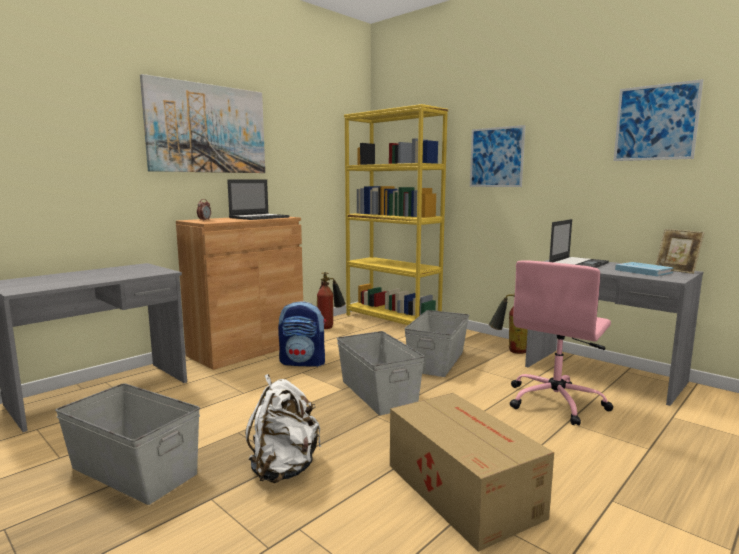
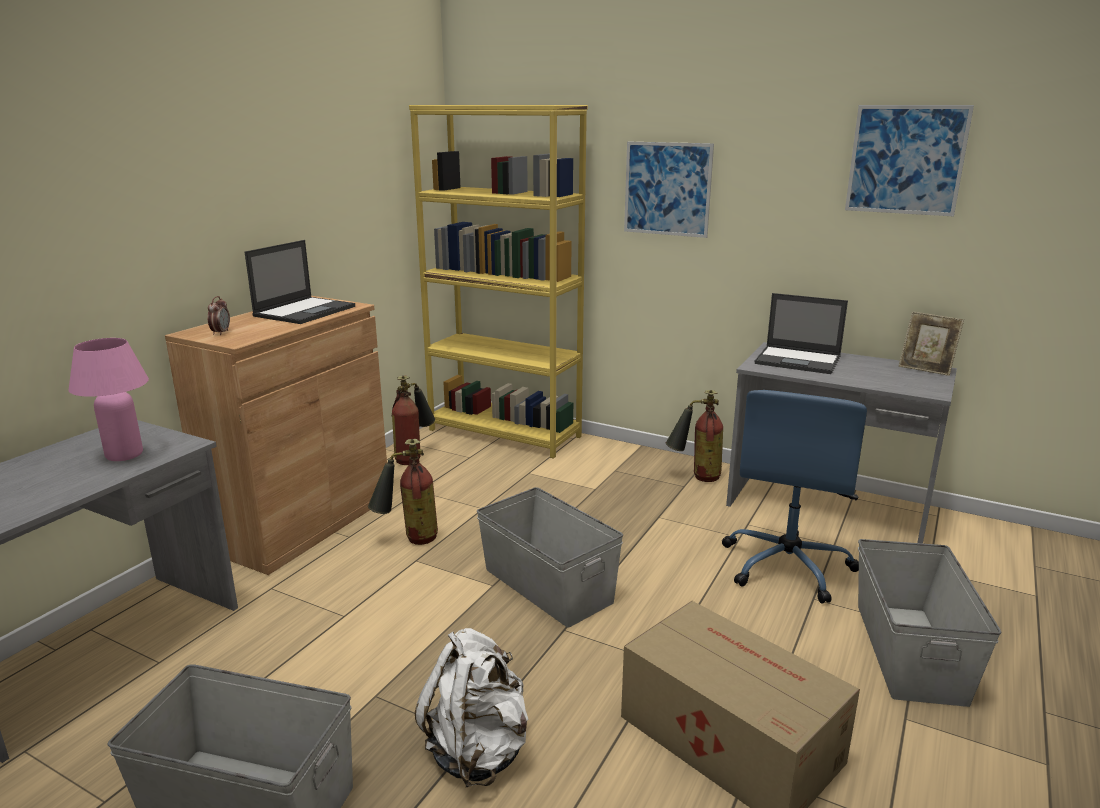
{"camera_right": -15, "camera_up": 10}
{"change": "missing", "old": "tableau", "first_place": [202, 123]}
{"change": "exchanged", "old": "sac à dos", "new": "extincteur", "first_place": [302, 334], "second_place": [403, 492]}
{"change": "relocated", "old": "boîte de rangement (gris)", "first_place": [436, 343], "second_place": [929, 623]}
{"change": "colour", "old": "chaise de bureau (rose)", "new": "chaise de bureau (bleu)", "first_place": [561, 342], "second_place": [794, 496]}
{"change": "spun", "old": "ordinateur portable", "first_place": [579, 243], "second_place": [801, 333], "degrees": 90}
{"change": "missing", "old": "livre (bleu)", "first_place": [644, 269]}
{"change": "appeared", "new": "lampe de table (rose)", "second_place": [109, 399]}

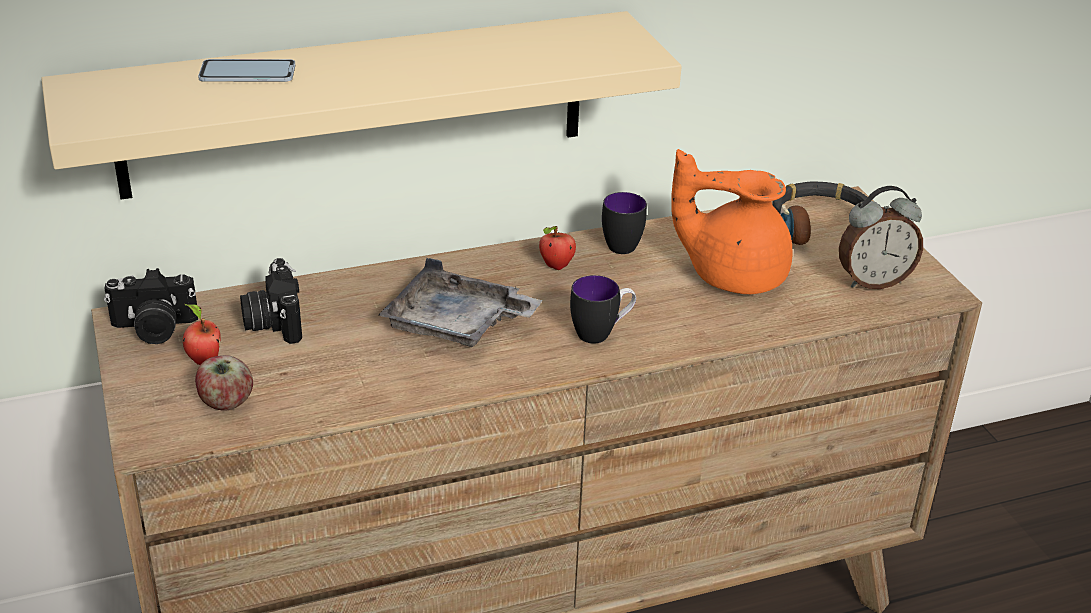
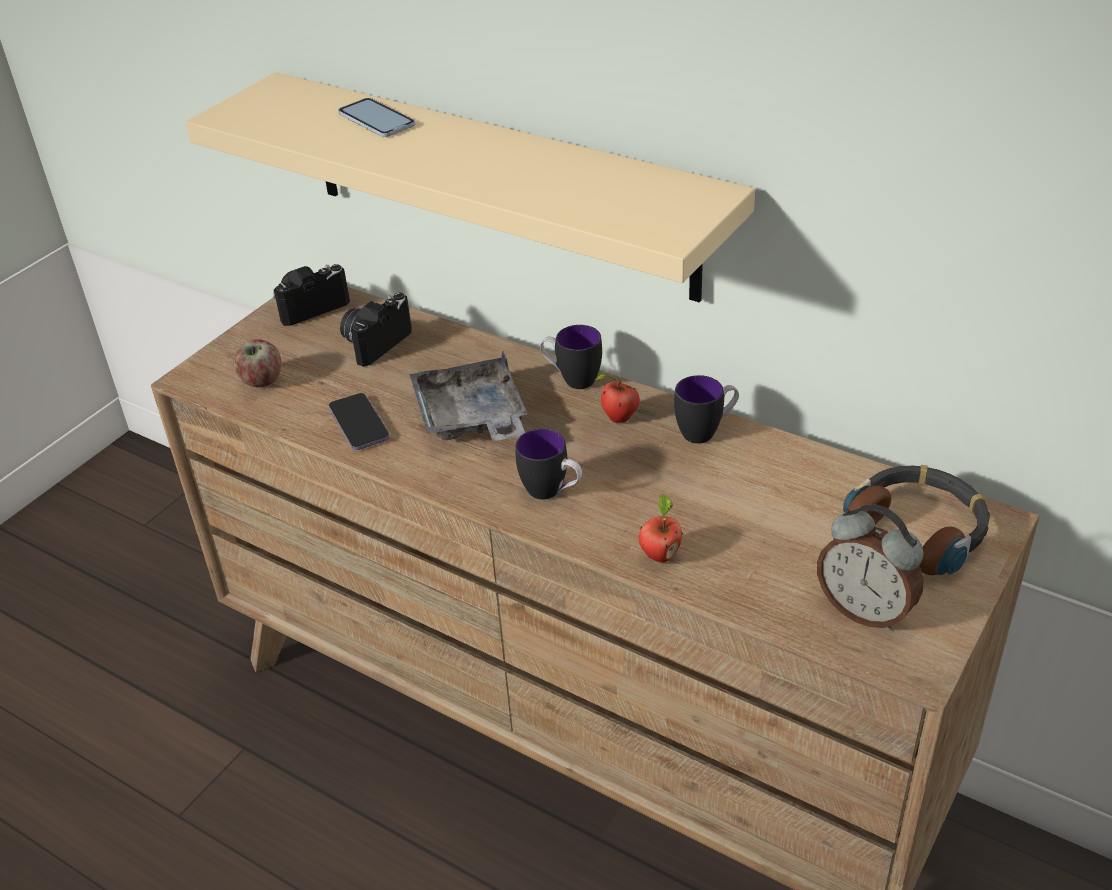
{"camera_right": 55, "camera_up": 5}
{"change": "spun", "old": "appareil photo", "first_place": [151, 306], "second_place": [311, 295], "degrees": 105}
{"change": "relocated", "old": "pomme", "first_place": [201, 334], "second_place": [661, 528]}
{"change": "missing", "old": "théière (orange)", "first_place": [731, 221]}
{"change": "appeared", "new": "téléphone", "second_place": [359, 421]}
{"change": "appeared", "new": "mug", "second_place": [571, 357]}

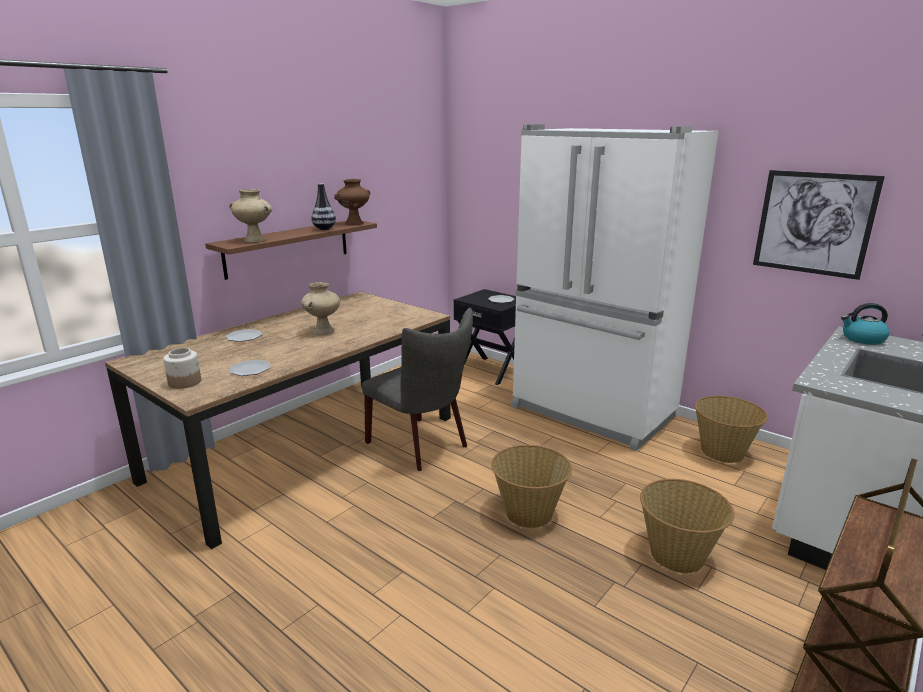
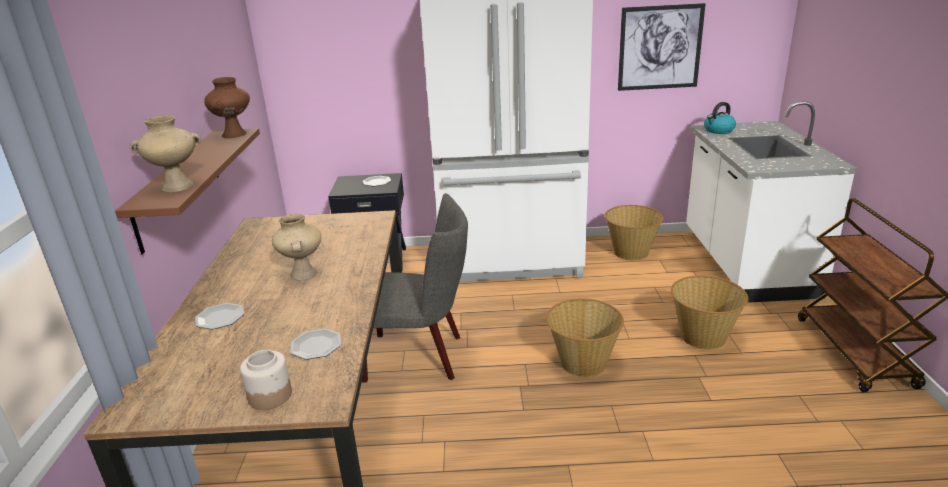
{"camera_right": -40, "camera_up": 5}
{"change": "missing", "old": "vase", "first_place": [323, 207]}

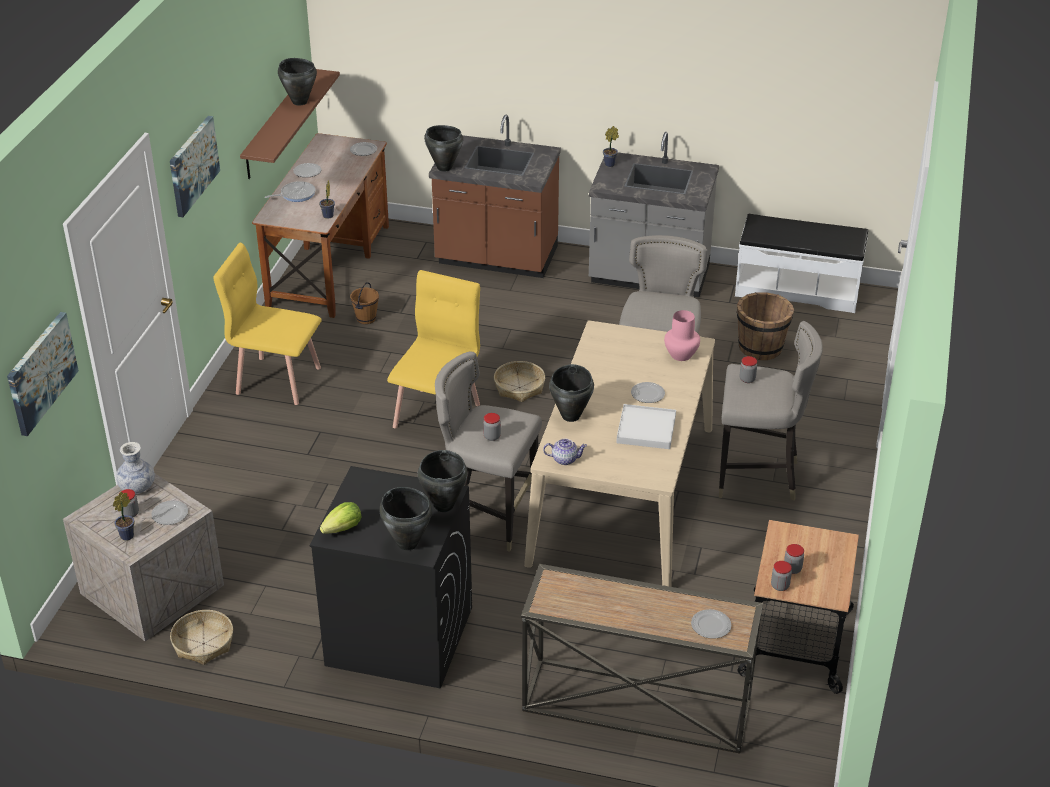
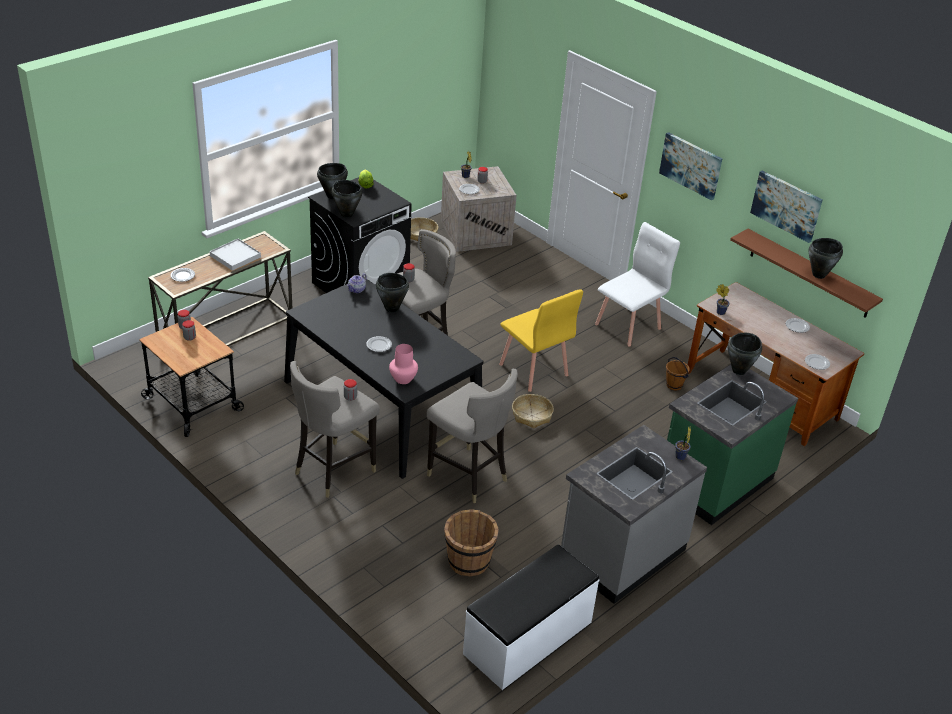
{"camera_right": 120, "camera_up": 0}
{"change": "relocated", "old": "tableau", "first_place": [43, 374], "second_place": [786, 206]}
{"change": "missing", "old": "vase", "first_place": [135, 468]}
{"change": "colour", "old": "chaise (jaune)", "new": "chaise (blanc)", "first_place": [267, 324], "second_place": [637, 284]}
{"change": "missing", "old": "poêle", "first_place": [290, 191]}
{"change": "colour", "old": "comptoir de cuisine (marron)", "new": "comptoir de cuisine (vert)", "first_place": [495, 196], "second_place": [732, 445]}
{"change": "colour", "old": "table à manger (beige)", "new": "table à manger (noir)", "first_place": [619, 453], "second_place": [383, 378]}
{"change": "relocated", "old": "plateau (blanc)", "first_place": [646, 426], "second_place": [235, 255]}

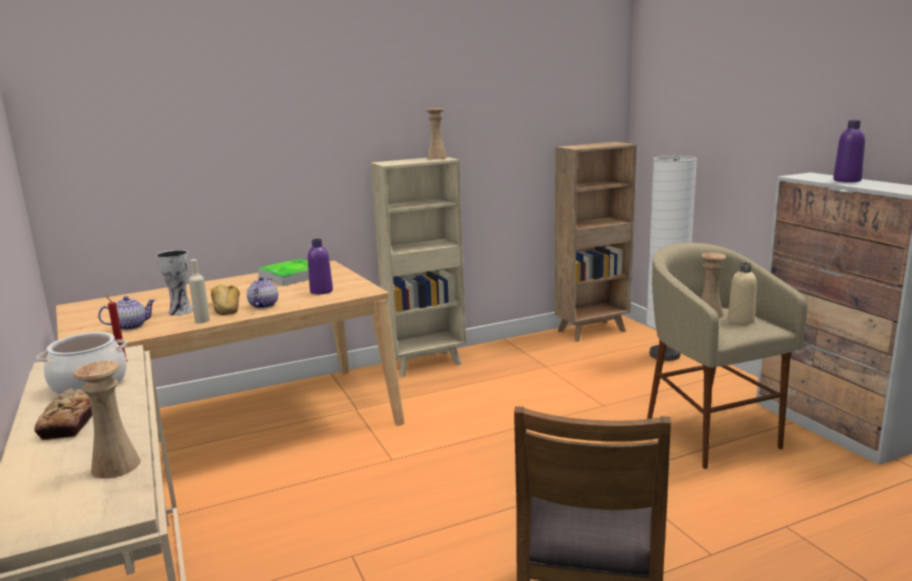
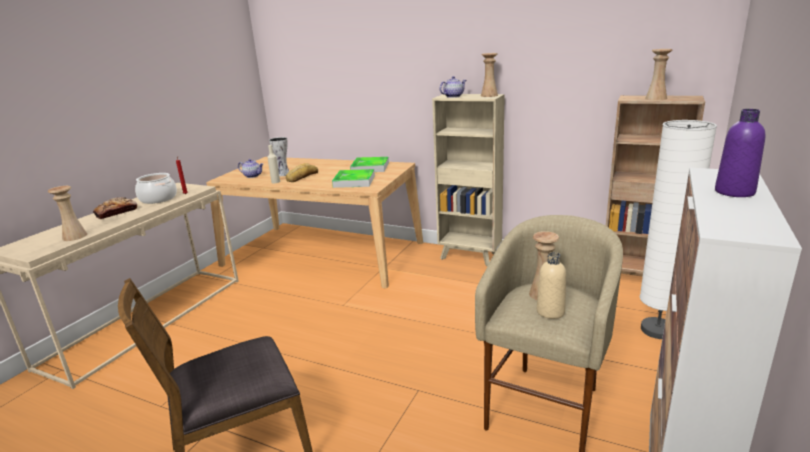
{"camera_right": 50, "camera_up": 5}
{"change": "relocated", "old": "théière", "first_place": [262, 293], "second_place": [453, 87]}
{"change": "exchanged", "old": "bouteille (violet)", "new": "plateau", "first_place": [320, 266], "second_place": [353, 178]}
{"change": "appeared", "new": "vase (beige)", "second_place": [659, 74]}

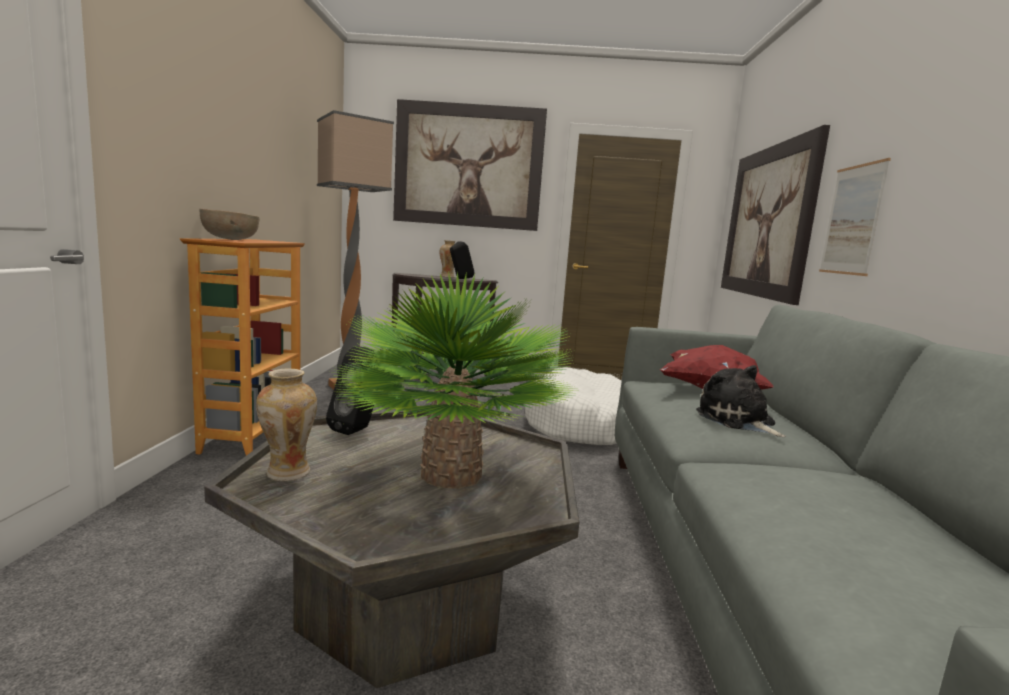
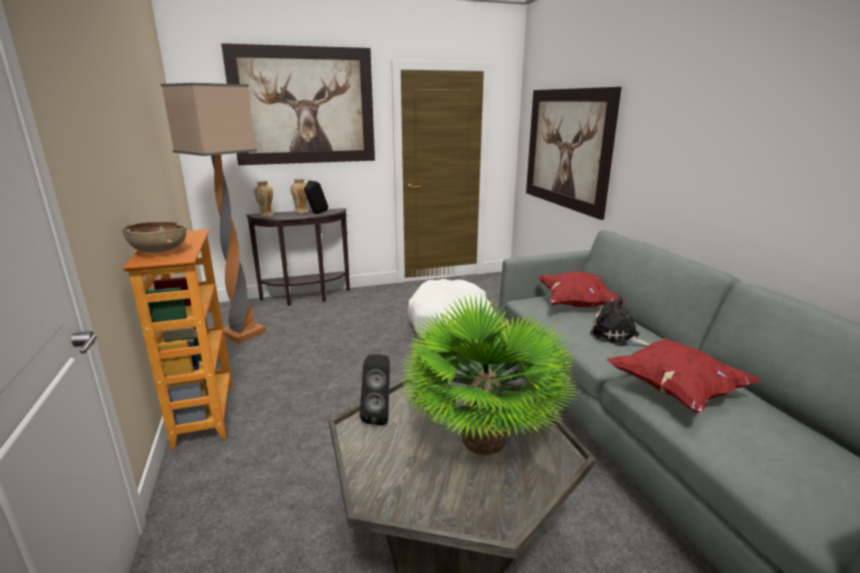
{"camera_right": -20, "camera_up": 10}
{"change": "relocated", "old": "vase", "first_place": [286, 424], "second_place": [263, 199]}
{"change": "missing", "old": "tableau", "first_place": [855, 217]}
{"change": "appeared", "new": "coussin (rouge)", "second_place": [684, 375]}

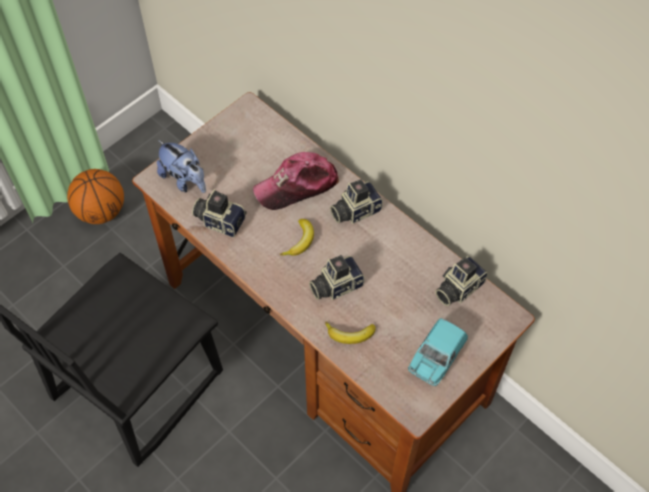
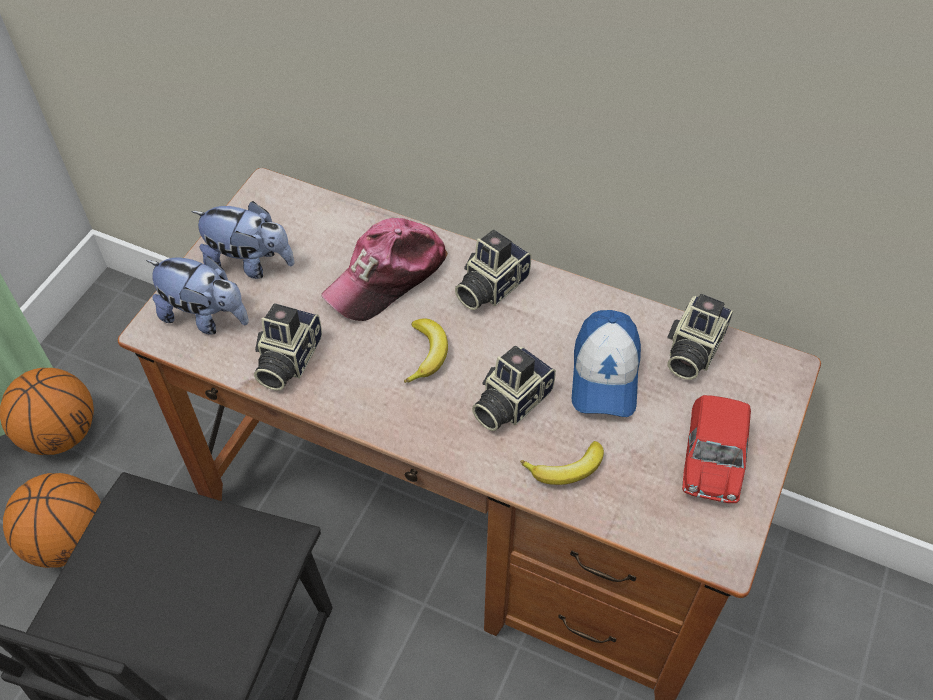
{"camera_right": -20, "camera_up": -5}
{"change": "spun", "old": "appareil photo", "first_place": [219, 213], "second_place": [288, 347], "degrees": -75}
{"change": "colour", "old": "petite voiture (turquoise)", "new": "petite voiture (rouge)", "first_place": [438, 352], "second_place": [716, 449]}
{"change": "appeared", "new": "ballon de basket", "second_place": [52, 520]}
{"change": "appeared", "new": "peluche", "second_place": [243, 240]}
{"change": "appeared", "new": "casquette", "second_place": [606, 363]}

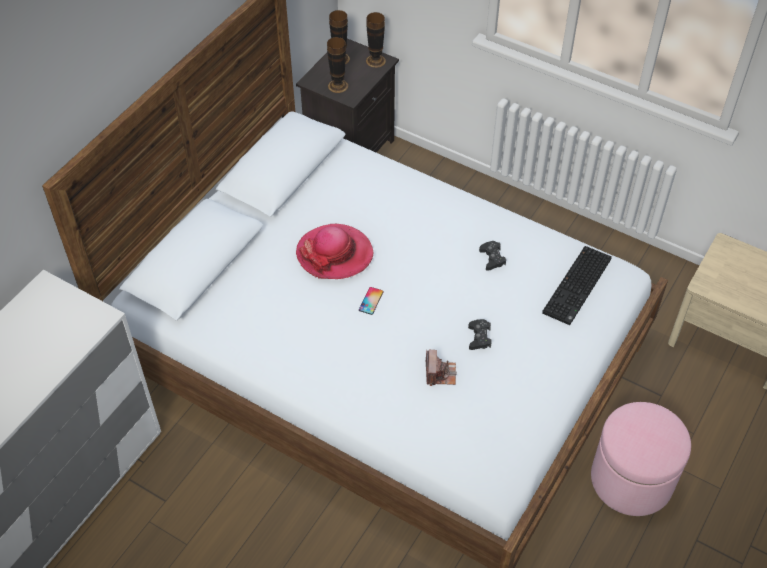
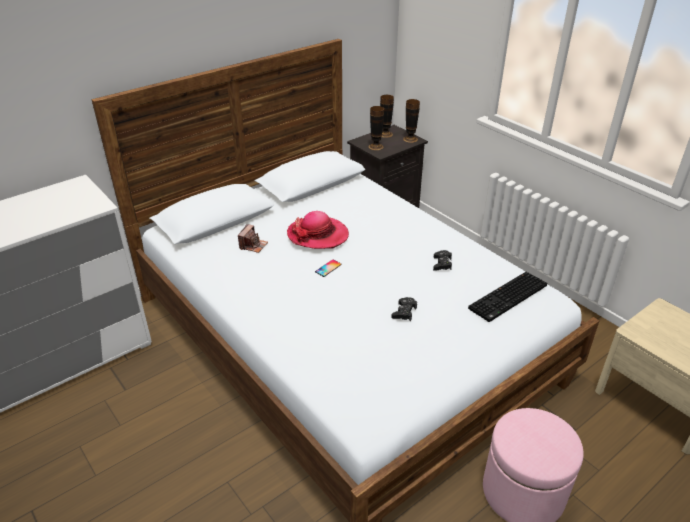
{"camera_right": 20, "camera_up": -15}
{"change": "relocated", "old": "appareil photo", "first_place": [441, 368], "second_place": [253, 238]}

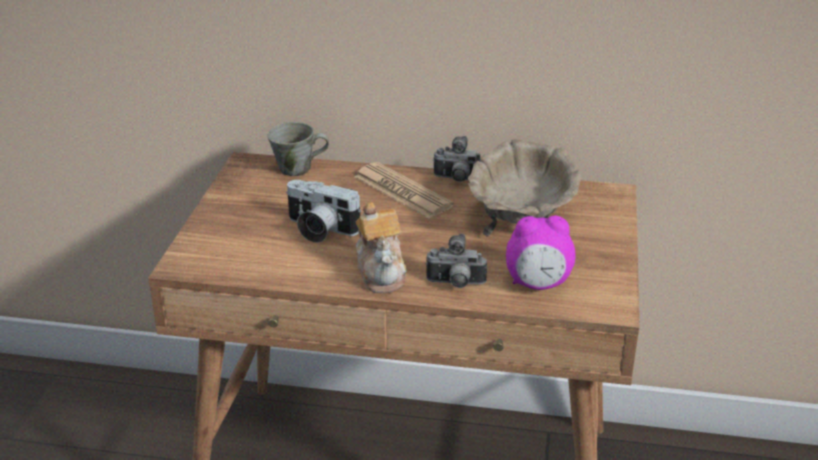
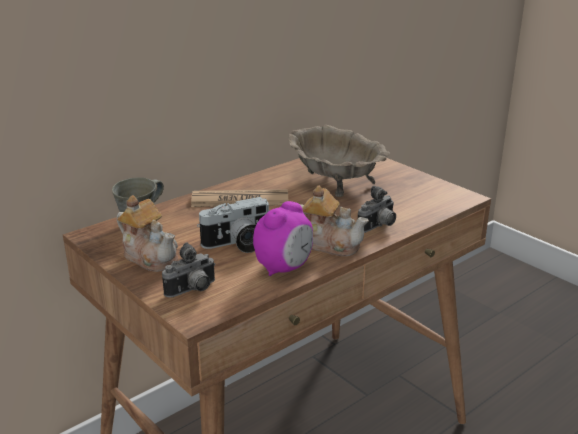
{"camera_right": -50, "camera_up": -5}
{"change": "relocated", "old": "appareil photo", "first_place": [457, 159], "second_place": [189, 270]}
{"change": "relocated", "old": "réveil", "first_place": [540, 253], "second_place": [283, 238]}
{"change": "appeared", "new": "théière", "second_place": [147, 233]}

